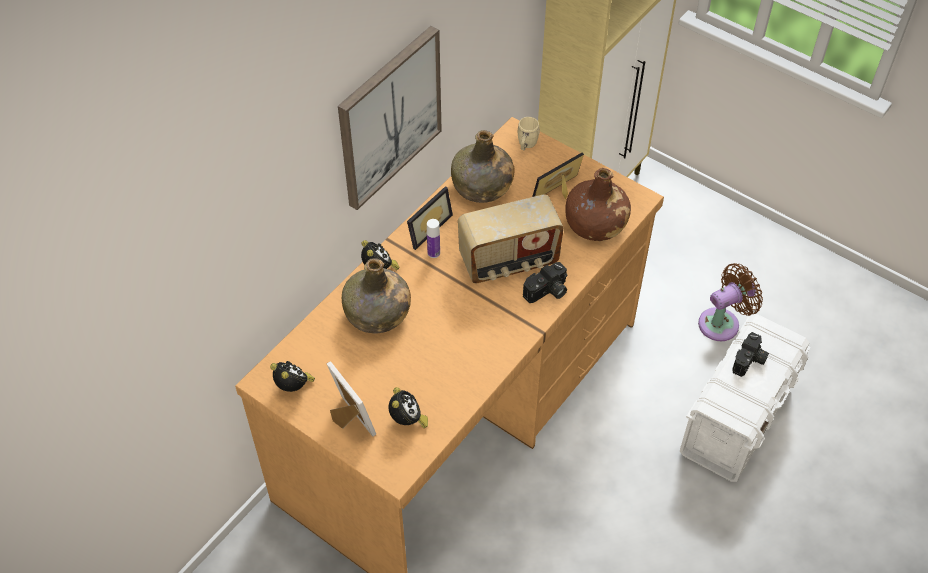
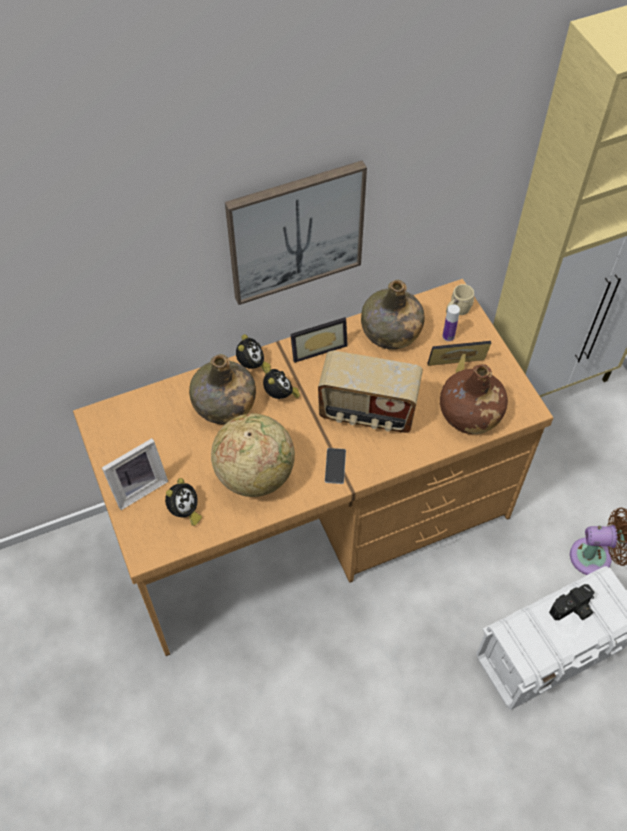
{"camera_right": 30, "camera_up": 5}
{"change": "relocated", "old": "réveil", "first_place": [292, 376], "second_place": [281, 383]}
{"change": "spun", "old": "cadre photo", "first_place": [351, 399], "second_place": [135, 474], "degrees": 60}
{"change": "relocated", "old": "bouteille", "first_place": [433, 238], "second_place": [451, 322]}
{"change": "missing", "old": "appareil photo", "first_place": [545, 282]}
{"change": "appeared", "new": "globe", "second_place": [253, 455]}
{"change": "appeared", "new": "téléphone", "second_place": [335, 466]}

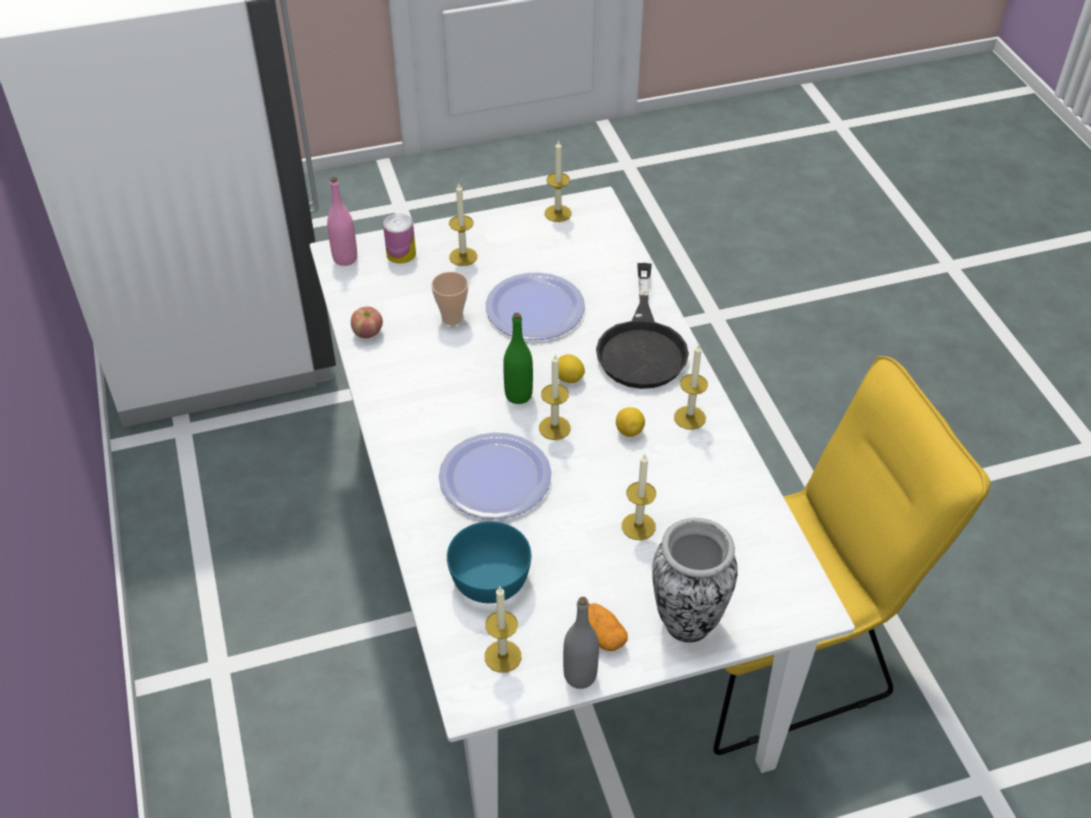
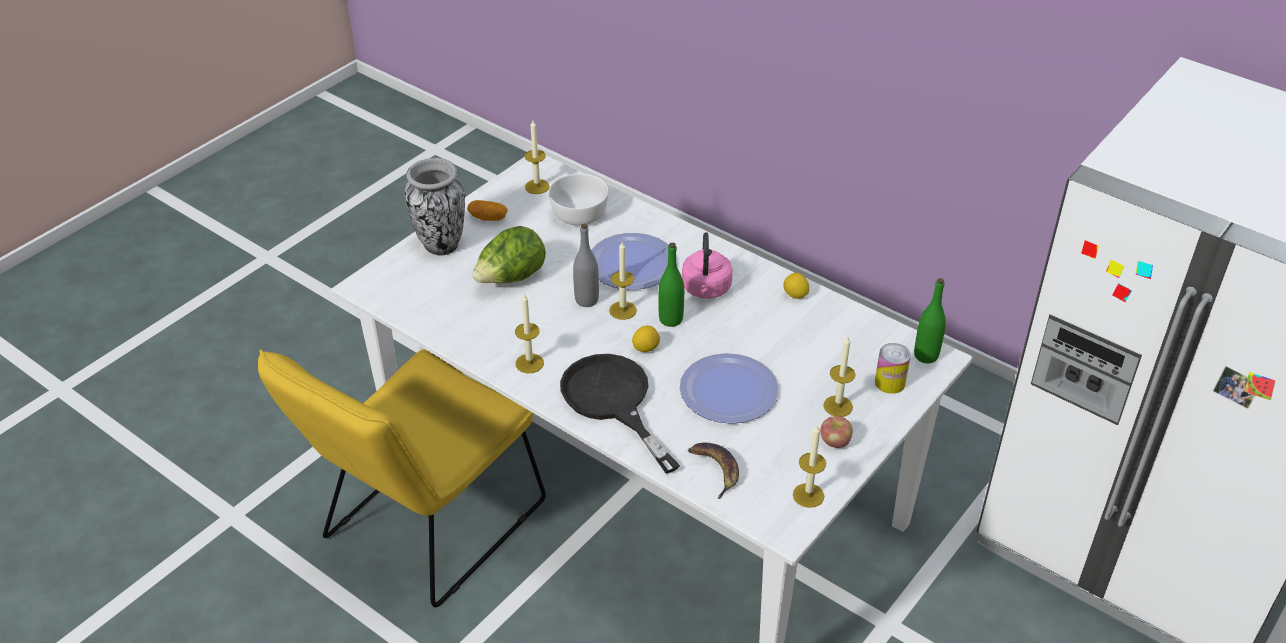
{"camera_right": 145, "camera_up": -5}
{"change": "colour", "old": "bouteille (rose)", "new": "bouteille (vert)", "first_place": [342, 221], "second_place": [930, 320]}
{"change": "relocated", "old": "pomme", "first_place": [367, 322], "second_place": [836, 432]}
{"change": "missing", "old": "tasse", "first_place": [449, 298]}
{"change": "colour", "old": "bol (turquoise)", "new": "bol (blanc)", "first_place": [489, 562], "second_place": [579, 199]}
{"change": "relocated", "old": "bouteille (gris)", "first_place": [581, 643], "second_place": [586, 265]}
{"change": "relocated", "old": "citron", "first_place": [630, 422], "second_place": [796, 286]}
{"change": "exchanged", "old": "bougie", "new": "laitue", "first_place": [639, 497], "second_place": [509, 254]}
{"change": "appeared", "new": "bouilloire (rose)", "second_place": [707, 265]}
{"change": "appeared", "new": "banane", "second_place": [713, 471]}

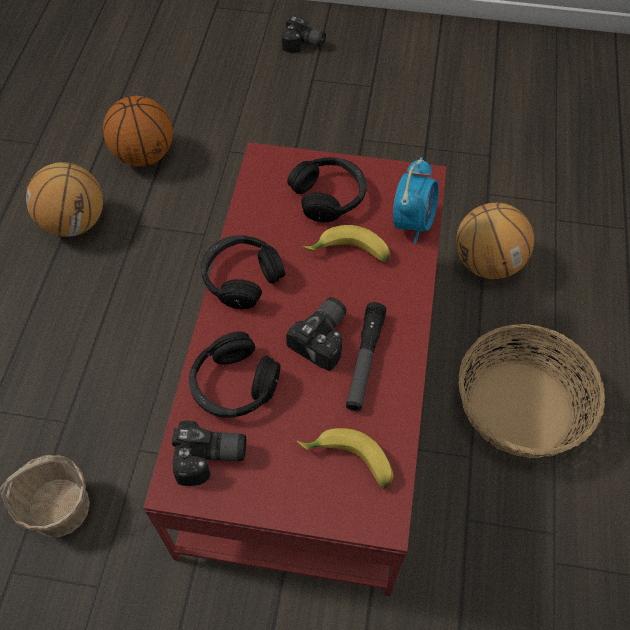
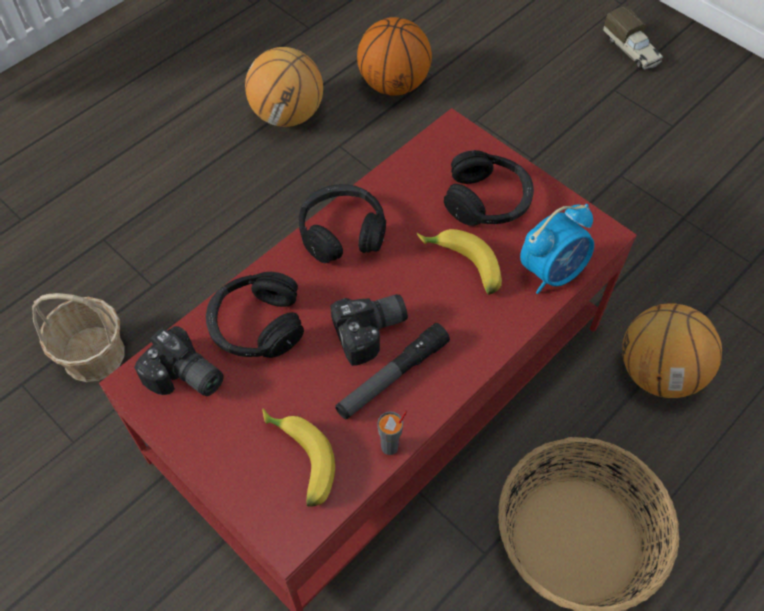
{"camera_right": 35, "camera_up": 0}
{"change": "exchanged", "old": "appareil photo", "new": "camion jouet", "first_place": [304, 34], "second_place": [633, 37]}
{"change": "appeared", "new": "tasse (gris)", "second_place": [392, 432]}

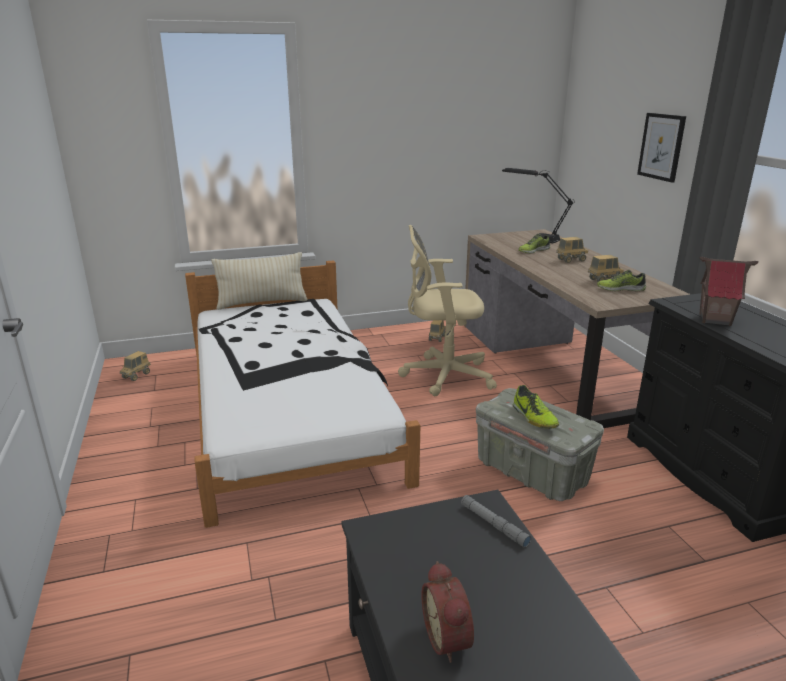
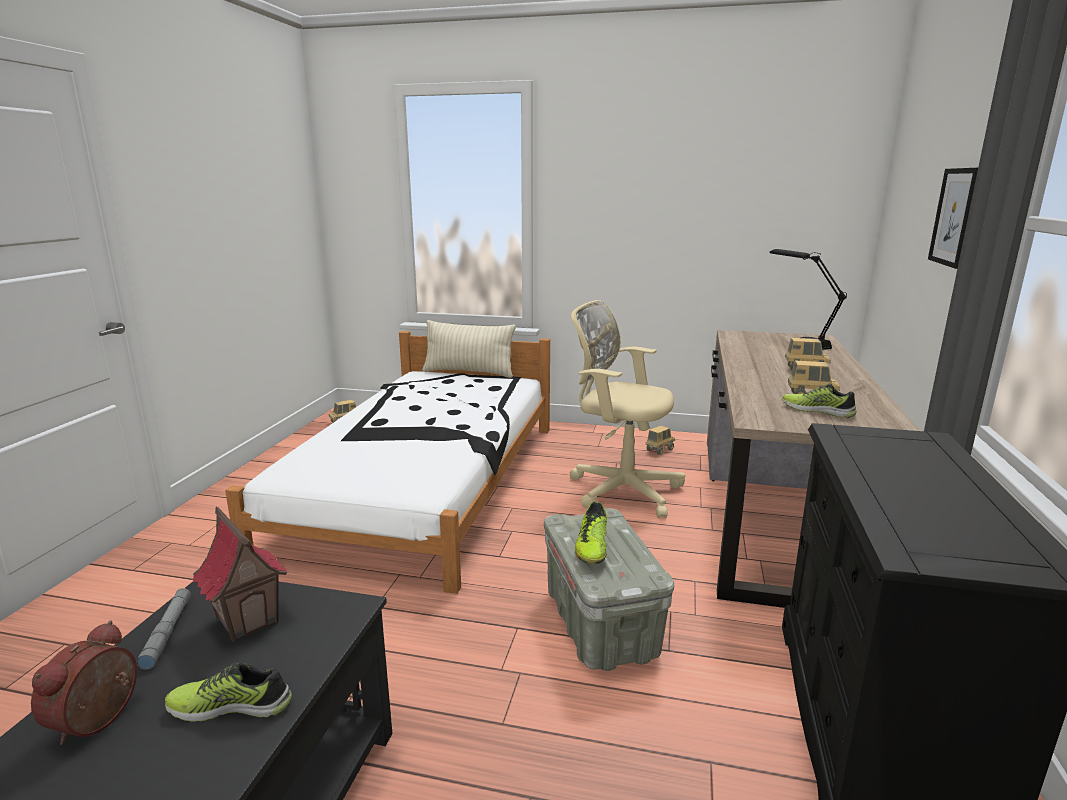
{"camera_right": 30, "camera_up": -5}
{"change": "relocated", "old": "lampe de poche (gris)", "first_place": [496, 521], "second_place": [163, 628]}
{"change": "relocated", "old": "chaussure", "first_place": [534, 243], "second_place": [228, 692]}
{"change": "relocated", "old": "maison miniature", "first_place": [728, 291], "second_place": [240, 573]}

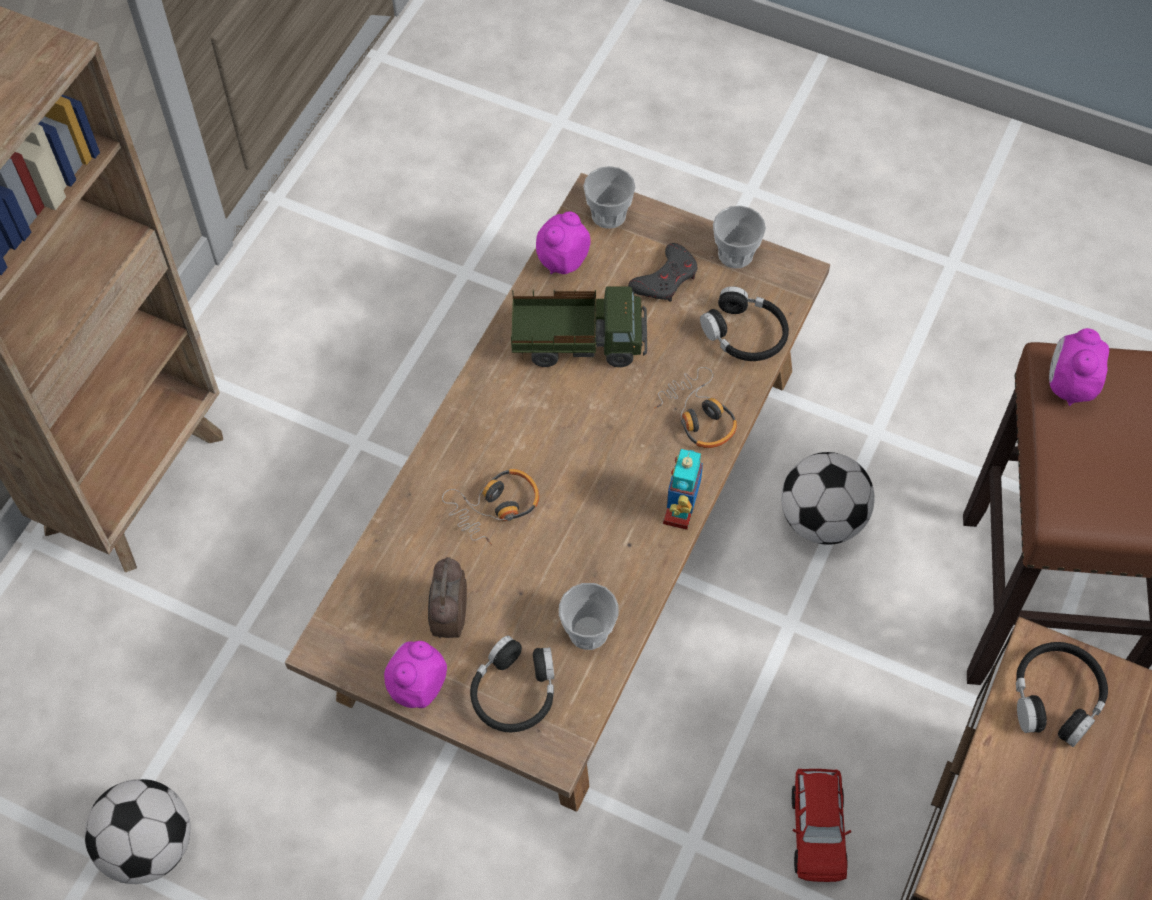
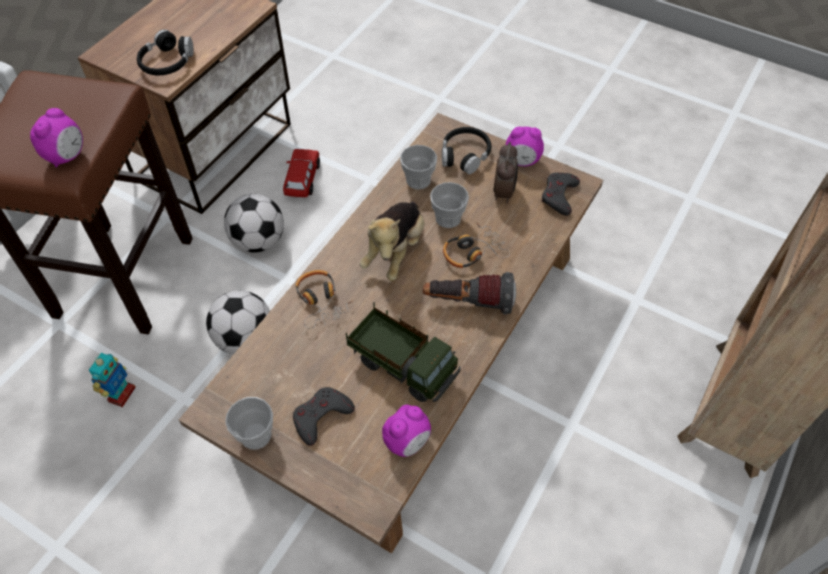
{"camera_right": -175, "camera_up": -5}
{"change": "relocated", "old": "ballon de foot", "first_place": [137, 831], "second_place": [254, 223]}
{"change": "spun", "old": "réveil", "first_place": [415, 674], "second_place": [525, 146], "degrees": 60}
{"change": "spun", "old": "camion jouet", "first_place": [579, 326], "second_place": [403, 352], "degrees": -150}
{"change": "relocated", "old": "tasse", "first_place": [609, 197], "second_place": [449, 205]}
{"change": "relocated", "old": "robot jouet", "first_place": [683, 489], "second_place": [112, 380]}
{"change": "missing", "old": "casque audio (noir)", "first_place": [744, 323]}
{"change": "appeared", "new": "peluche", "second_place": [392, 241]}
{"change": "appeared", "new": "lampe de poche", "second_place": [469, 293]}
{"change": "appeared", "new": "manette (gris)", "second_place": [561, 194]}

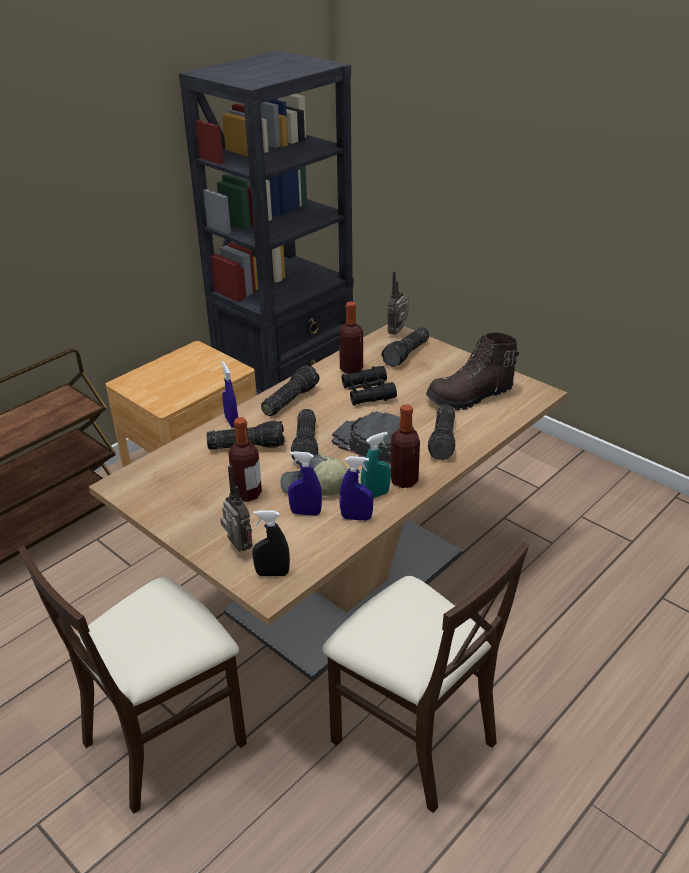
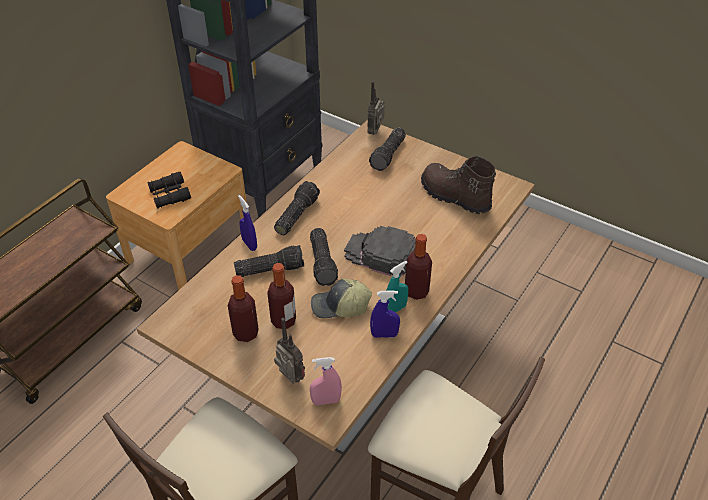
{"camera_right": -10, "camera_up": 10}
{"change": "colour", "old": "vaporisateur (noir)", "new": "vaporisateur (rose)", "first_place": [271, 543], "second_place": [326, 381]}
{"change": "missing", "old": "vaporisateur (bleu)", "first_place": [305, 483]}
{"change": "relocated", "old": "bouteille", "first_place": [351, 337], "second_place": [243, 308]}
{"change": "relocated", "old": "jumelles (noir)", "first_place": [369, 386], "second_place": [169, 190]}
{"change": "spun", "old": "botte (marron)", "first_place": [472, 371], "second_place": [458, 184], "degrees": 75}
{"change": "missing", "old": "lampe de poche", "first_place": [442, 432]}

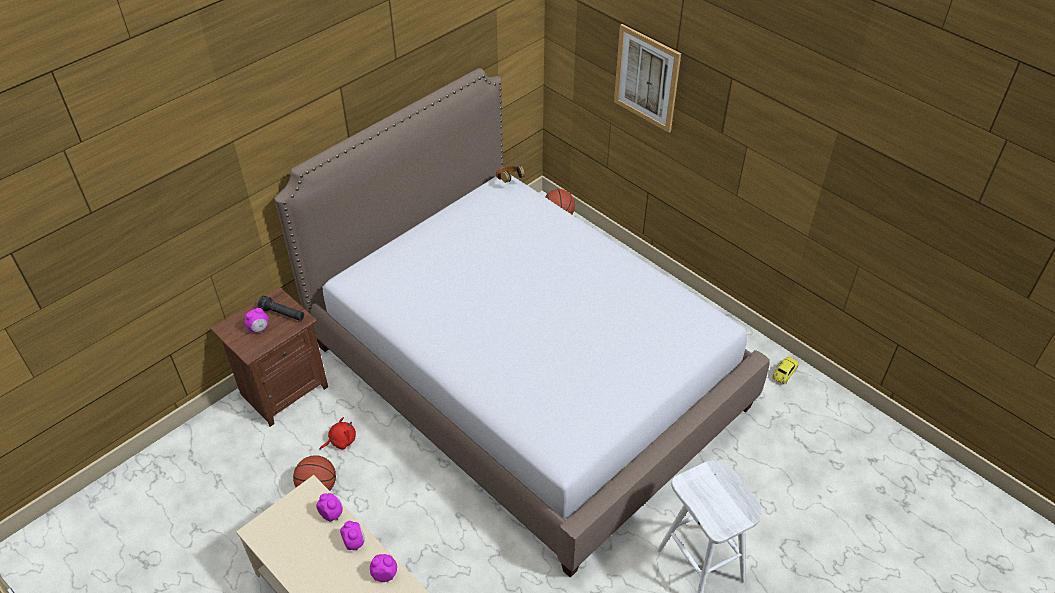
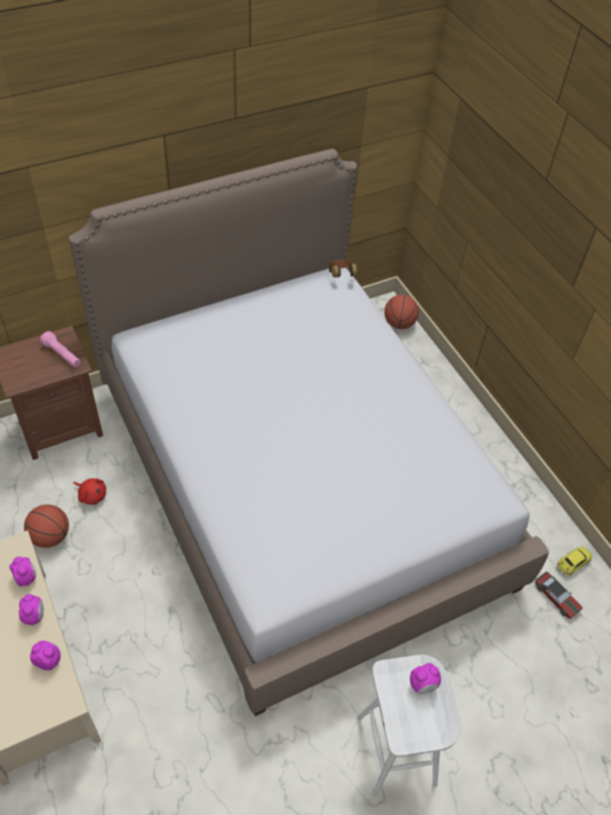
{"camera_right": 15, "camera_up": 5}
{"change": "relocated", "old": "réveil", "first_place": [256, 320], "second_place": [425, 678]}
{"change": "colour", "old": "lampe de poche (noir)", "new": "lampe de poche (rose)", "first_place": [281, 308], "second_place": [60, 349]}
{"change": "spun", "old": "peluche (rouge)", "first_place": [338, 433], "second_place": [90, 491], "degrees": 45}
{"change": "missing", "old": "tableau", "first_place": [647, 78]}
{"change": "appeared", "new": "petite voiture", "second_place": [559, 595]}

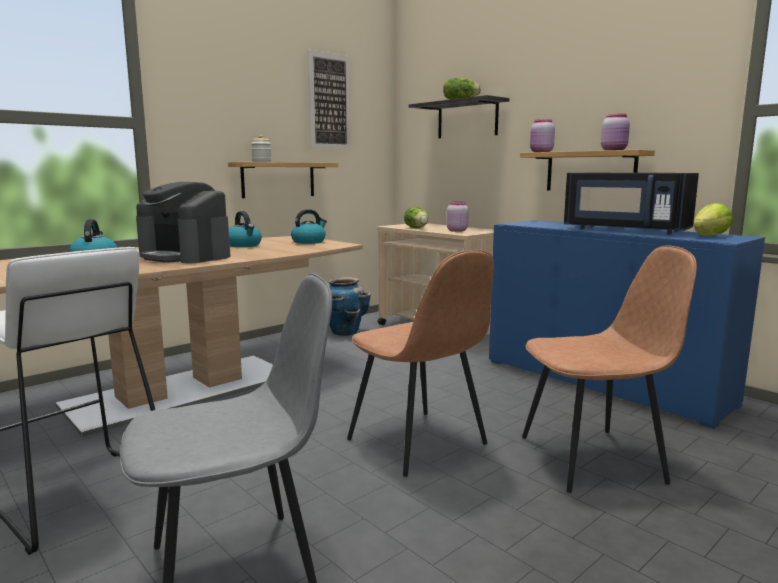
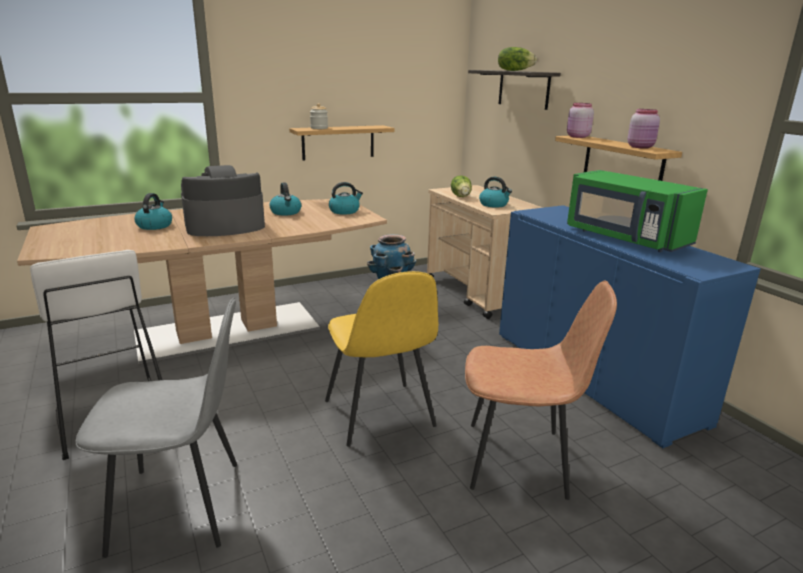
{"camera_right": 15, "camera_up": 10}
{"change": "spun", "old": "machine à café", "first_place": [183, 222], "second_place": [223, 200], "degrees": 105}
{"change": "missing", "old": "tableau", "first_place": [329, 99]}
{"change": "colour", "old": "chaise (marron)", "new": "chaise (jaune)", "first_place": [420, 363], "second_place": [381, 359]}
{"change": "exchanged", "old": "bocal (rose)", "new": "bouilloire", "first_place": [457, 216], "second_place": [495, 192]}
{"change": "colour", "old": "micro-ondes (noir)", "new": "micro-ondes (vert)", "first_place": [631, 204], "second_place": [637, 211]}
{"change": "missing", "old": "laitue", "first_place": [713, 219]}

